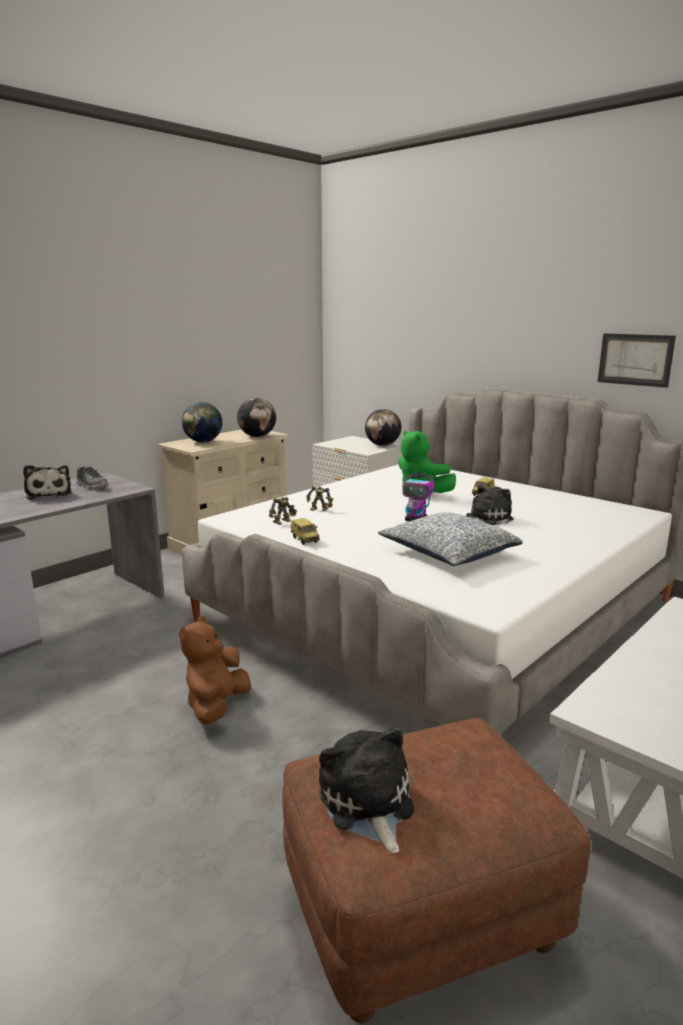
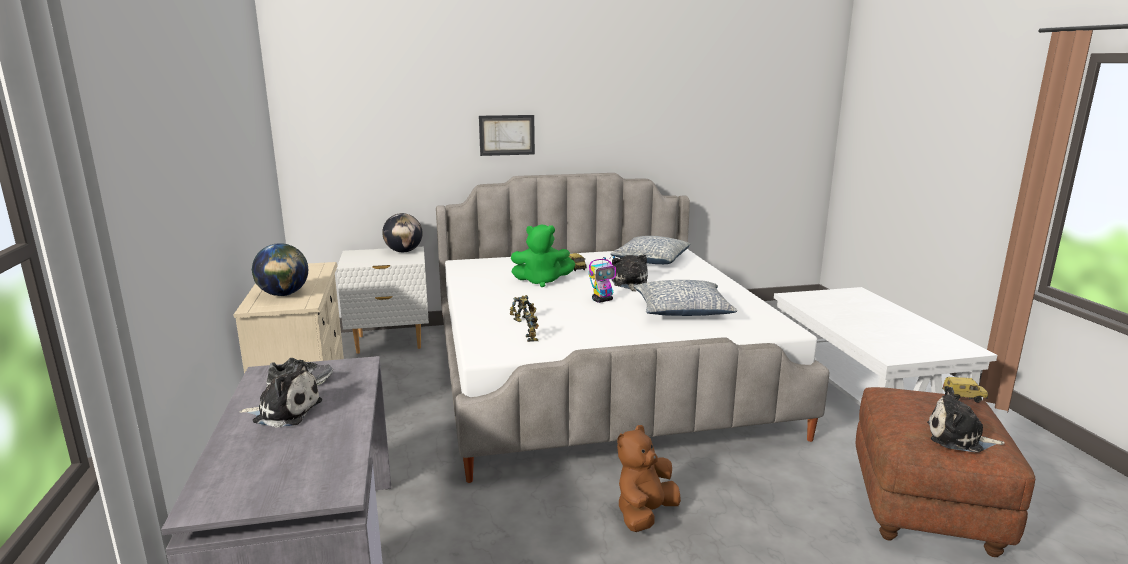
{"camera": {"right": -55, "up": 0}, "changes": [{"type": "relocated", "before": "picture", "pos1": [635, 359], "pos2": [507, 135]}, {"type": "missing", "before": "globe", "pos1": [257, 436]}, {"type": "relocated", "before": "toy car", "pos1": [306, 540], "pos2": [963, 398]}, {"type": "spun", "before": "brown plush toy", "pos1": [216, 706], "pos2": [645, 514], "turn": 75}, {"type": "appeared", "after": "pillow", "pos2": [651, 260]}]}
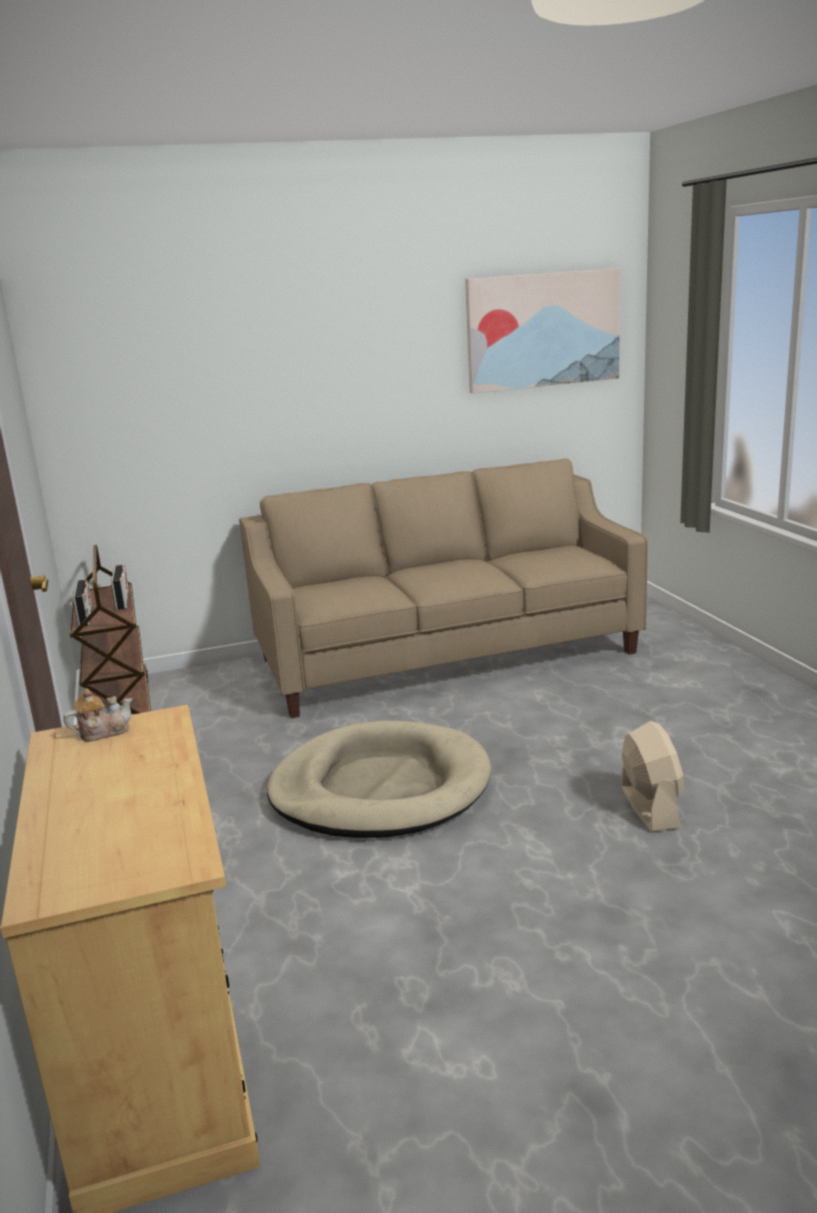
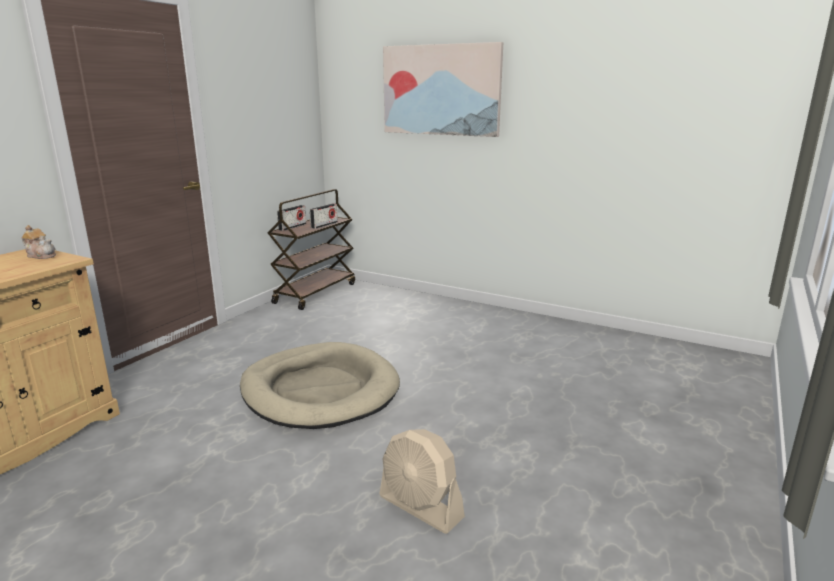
{"camera": {"right": 45, "up": 0}, "changes": [{"type": "relocated", "before": "picture", "pos1": [543, 330], "pos2": [441, 90]}, {"type": "missing", "before": "beige sofa", "pos1": [447, 656]}, {"type": "spun", "before": "beige fan", "pos1": [649, 806], "pos2": [421, 507], "turn": 90}]}
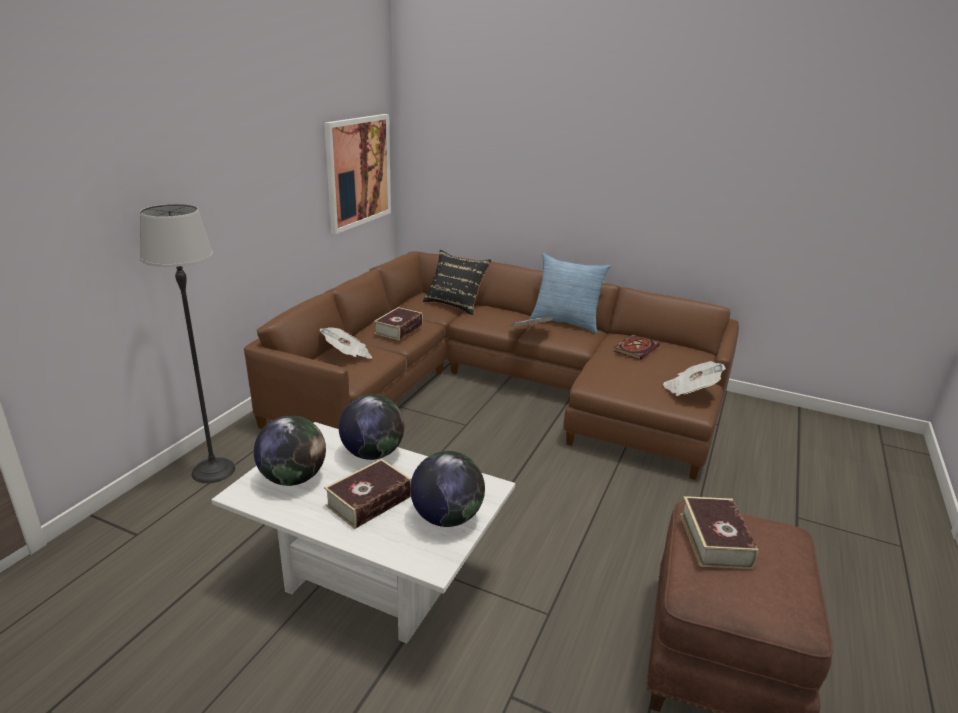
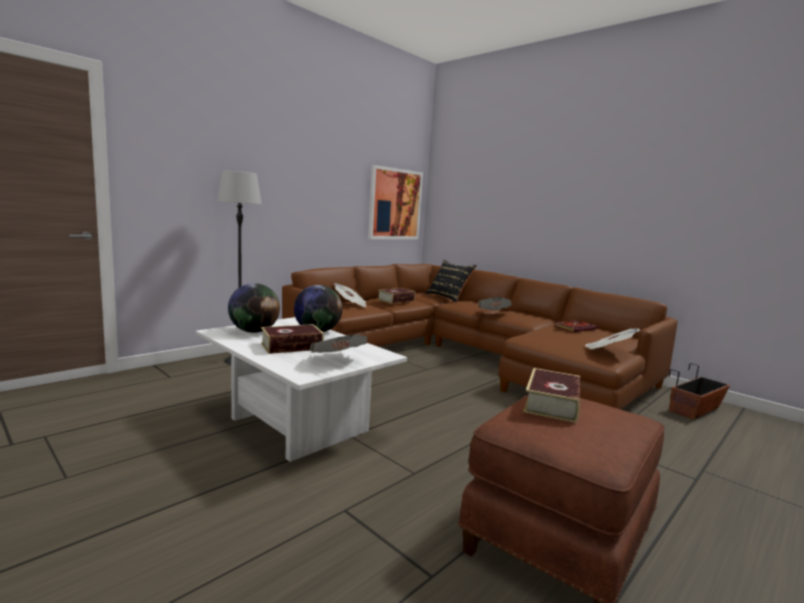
{"camera": {"right": 20, "up": -15}, "changes": [{"type": "missing", "before": "pillow", "pos1": [566, 322]}, {"type": "exchanged", "before": "globe", "after": "newspaper", "pos1": [446, 517], "pos2": [337, 360]}, {"type": "appeared", "after": "planter", "pos2": [695, 409]}]}
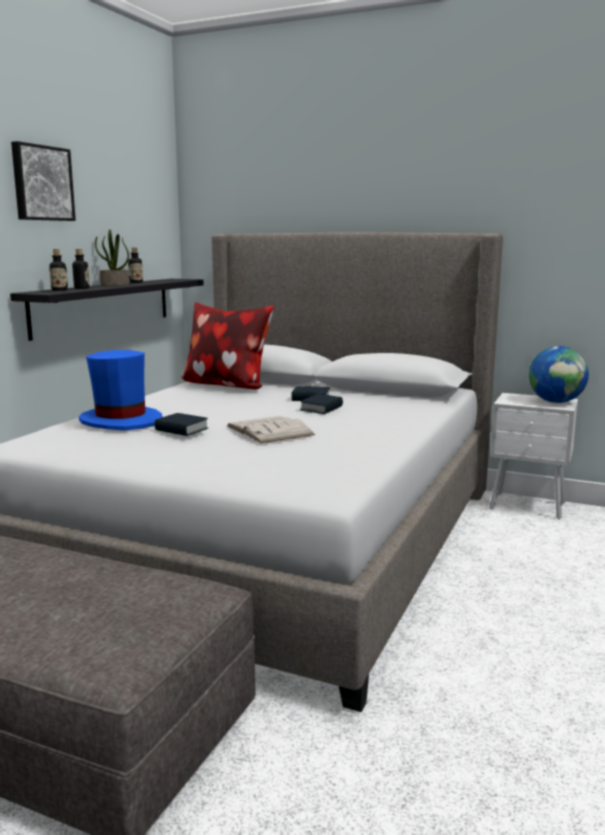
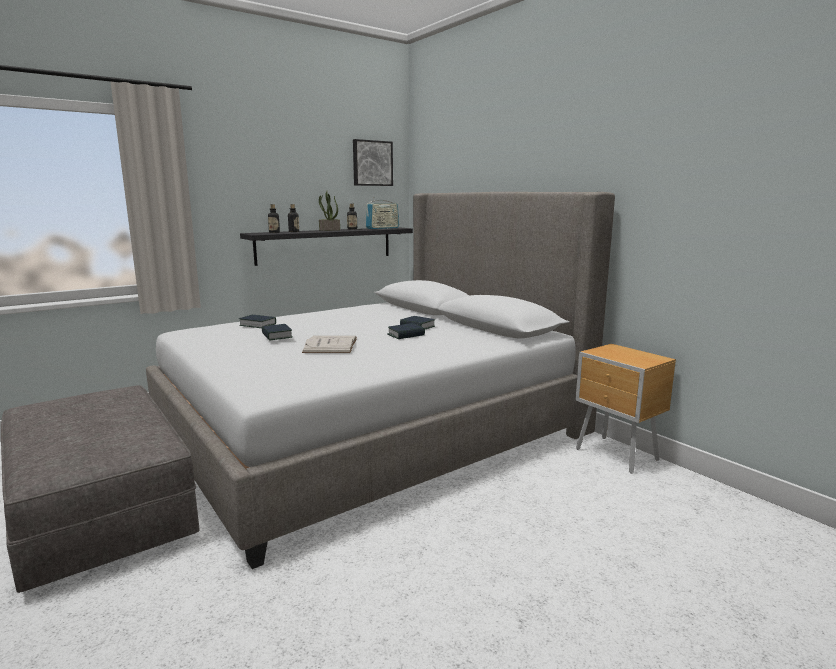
{"camera": {"right": 30, "up": 0}, "changes": [{"type": "relocated", "before": "picture", "pos1": [41, 183], "pos2": [372, 163]}, {"type": "missing", "before": "pillow", "pos1": [226, 385]}, {"type": "missing", "before": "globe", "pos1": [555, 402]}, {"type": "exchanged", "before": "blue hat", "after": "book", "pos1": [121, 421], "pos2": [257, 325]}, {"type": "colour", "before": "white nightstand", "after": "brown nightstand", "pos1": [529, 507], "pos2": [617, 456]}, {"type": "appeared", "after": "radio", "pos2": [382, 228]}]}
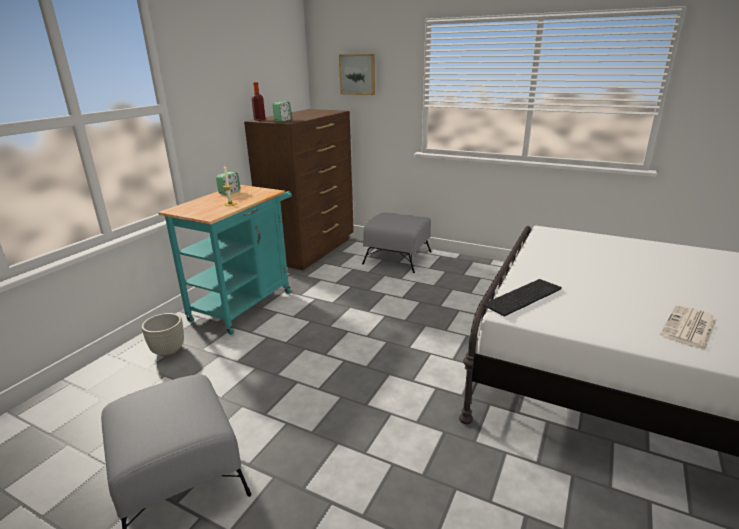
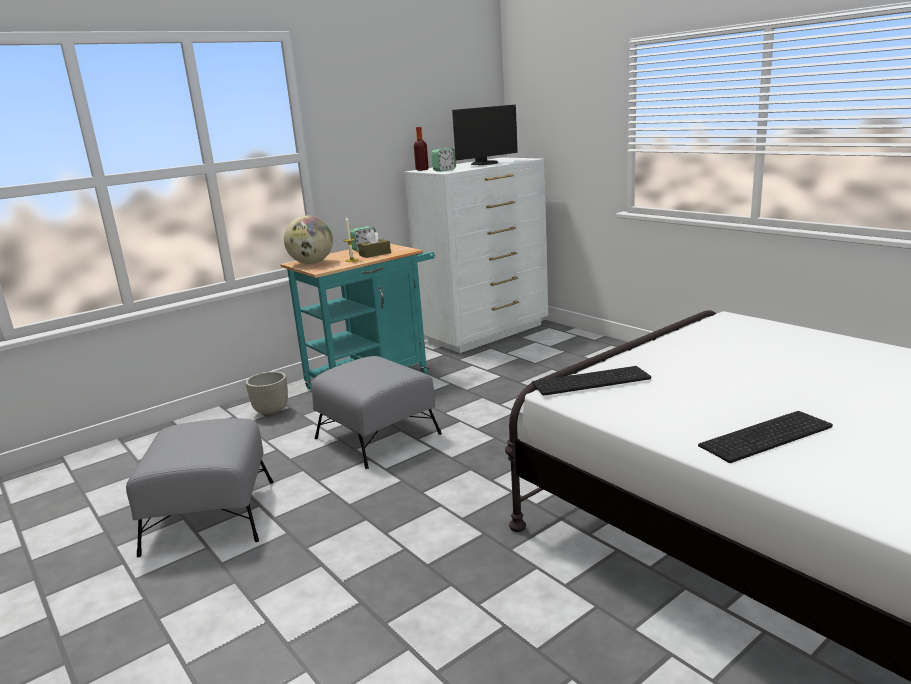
{"camera": {"right": 25, "up": -5}, "changes": [{"type": "missing", "before": "picture", "pos1": [358, 74]}, {"type": "colour", "before": "brown dresser", "after": "white dresser", "pos1": [311, 250], "pos2": [486, 333]}, {"type": "relocated", "before": "grey ottoman", "pos1": [398, 258], "pos2": [377, 436]}, {"type": "exchanged", "before": "newspaper", "after": "keyboard", "pos1": [689, 328], "pos2": [767, 437]}, {"type": "appeared", "after": "monitor", "pos2": [485, 163]}, {"type": "appeared", "after": "globe", "pos2": [311, 263]}, {"type": "appeared", "after": "brown tissue box", "pos2": [375, 254]}]}
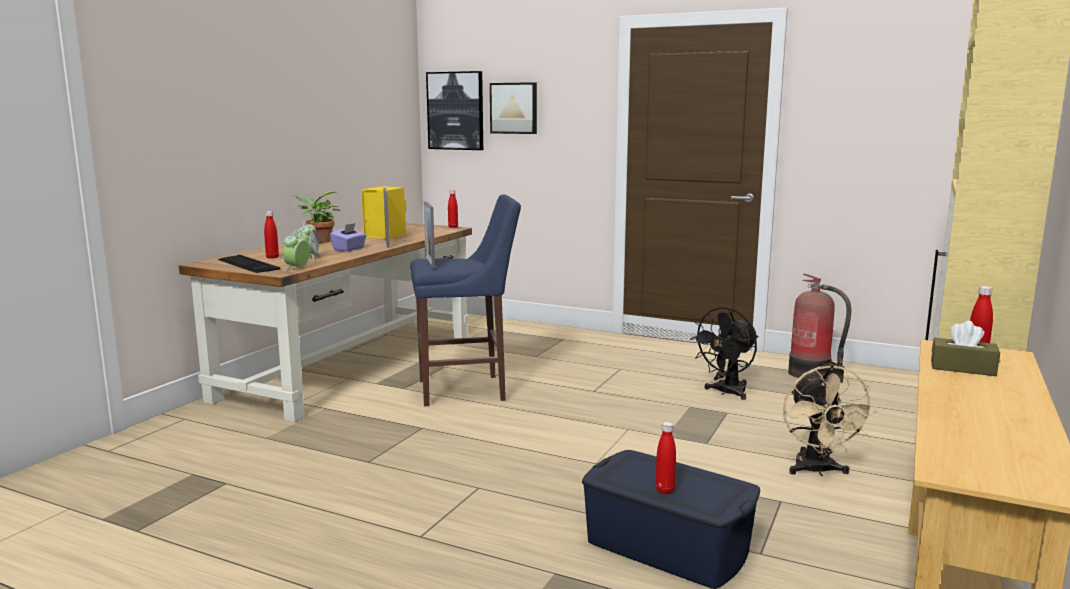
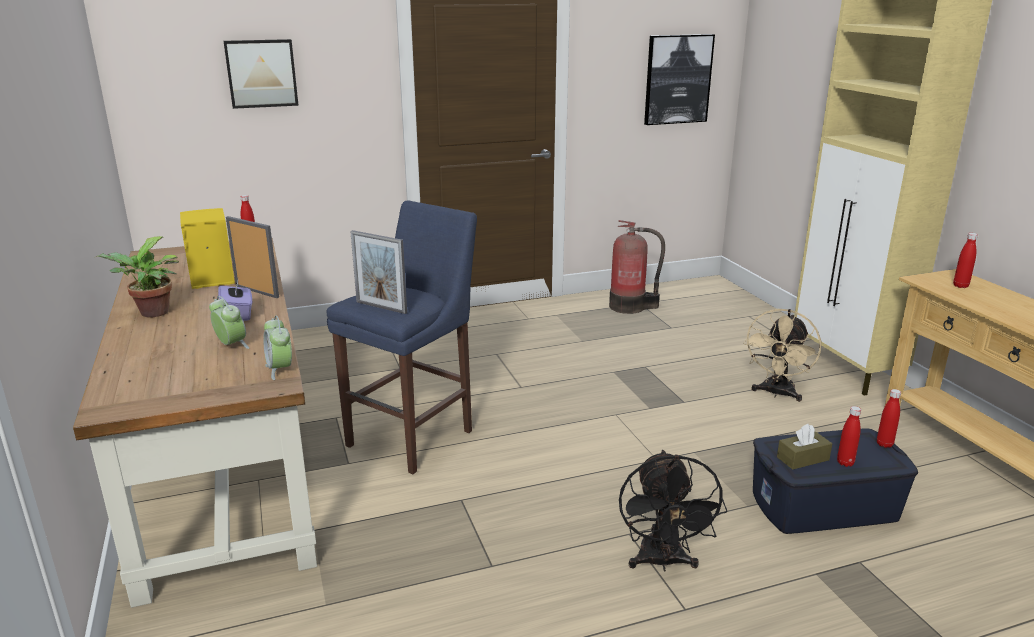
{"camera": {"right": -45, "up": 10}, "changes": [{"type": "relocated", "before": "picture", "pos1": [456, 111], "pos2": [677, 79]}, {"type": "relocated", "before": "red bottle", "pos1": [272, 257], "pos2": [884, 444]}, {"type": "missing", "before": "keyboard", "pos1": [248, 264]}, {"type": "relocated", "before": "black fan", "pos1": [726, 392], "pos2": [662, 562]}, {"type": "relocated", "before": "brown tissue box", "pos1": [962, 368], "pos2": [802, 458]}, {"type": "spun", "before": "beige fan", "pos1": [817, 471], "pos2": [776, 393], "turn": 75}]}
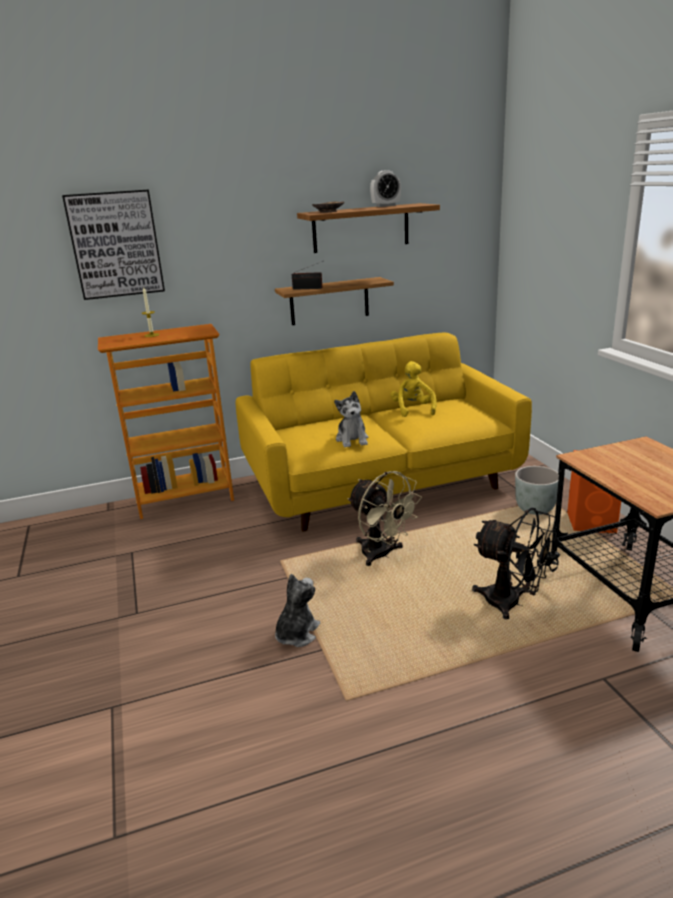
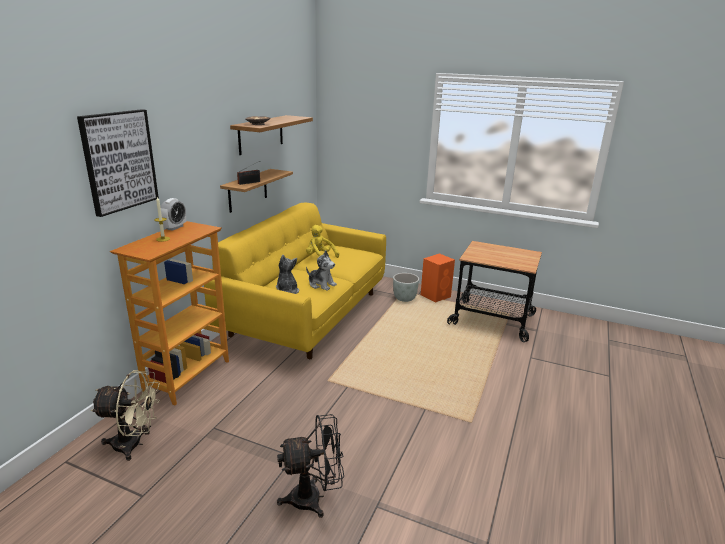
{"camera": {"right": -50, "up": 0}, "changes": [{"type": "relocated", "before": "alarm clock", "pos1": [386, 206], "pos2": [175, 227]}, {"type": "relocated", "before": "beige fan", "pos1": [382, 555], "pos2": [134, 444]}, {"type": "relocated", "before": "black fan", "pos1": [511, 603], "pos2": [314, 498]}, {"type": "relocated", "before": "plush toy", "pos1": [296, 634], "pos2": [286, 291]}]}
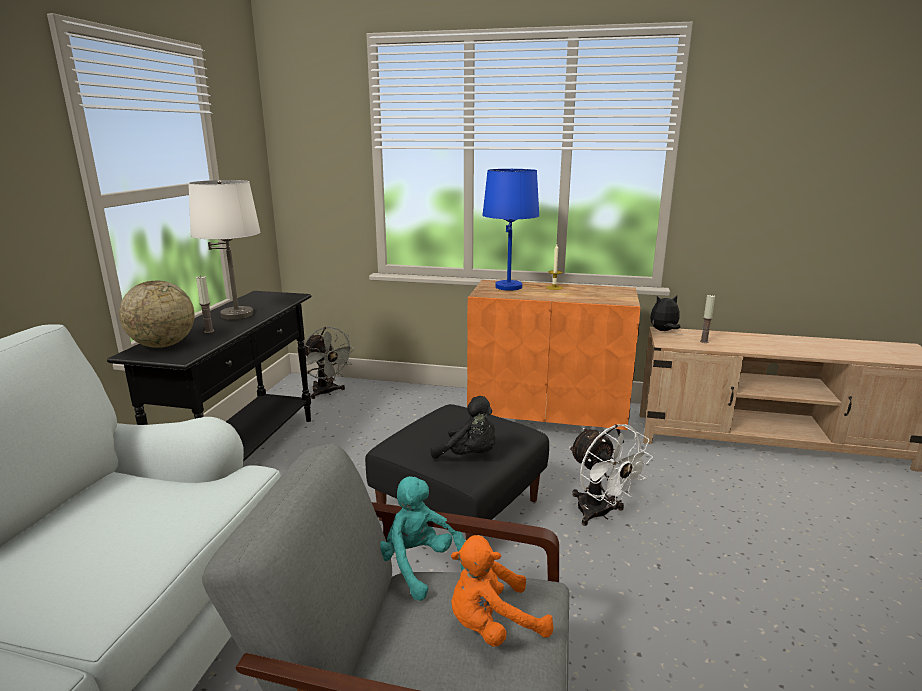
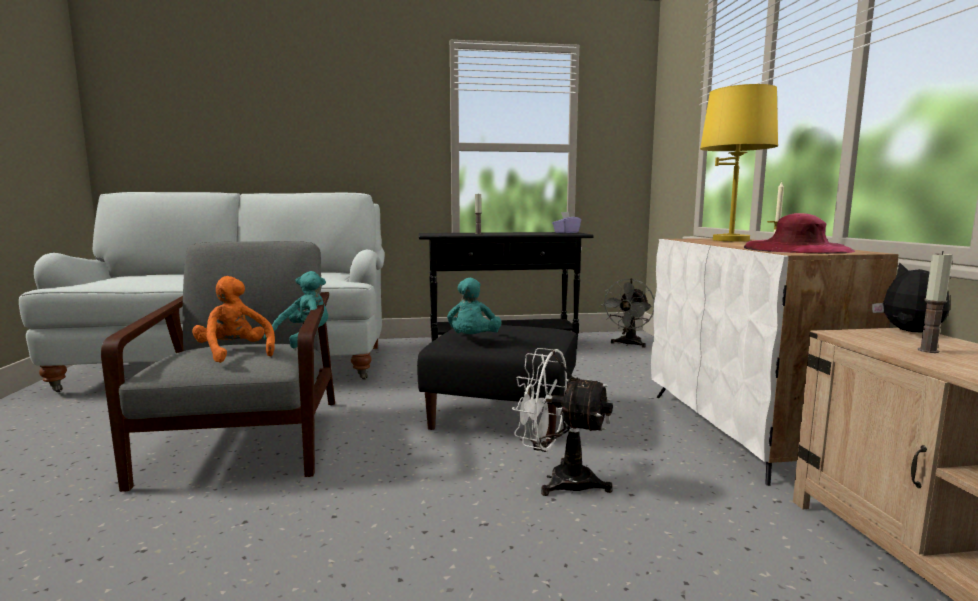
{"camera": {"right": 70, "up": -10}, "changes": [{"type": "colour", "before": "blue table lamp", "after": "yellow table lamp", "pos1": [508, 287], "pos2": [730, 240]}, {"type": "missing", "before": "white table lamp", "pos1": [237, 314]}, {"type": "colour", "before": "orange cabinet", "after": "white cabinet", "pos1": [548, 420], "pos2": [741, 431]}, {"type": "missing", "before": "globe", "pos1": [163, 345]}, {"type": "colour", "before": "black plush toy", "after": "turquoise plush toy", "pos1": [469, 455], "pos2": [473, 340]}, {"type": "spun", "before": "white fan", "pos1": [600, 514], "pos2": [559, 480], "turn": 75}, {"type": "appeared", "after": "purple tissue box", "pos2": [566, 233]}, {"type": "appeared", "after": "pink hat", "pos2": [796, 249]}]}
